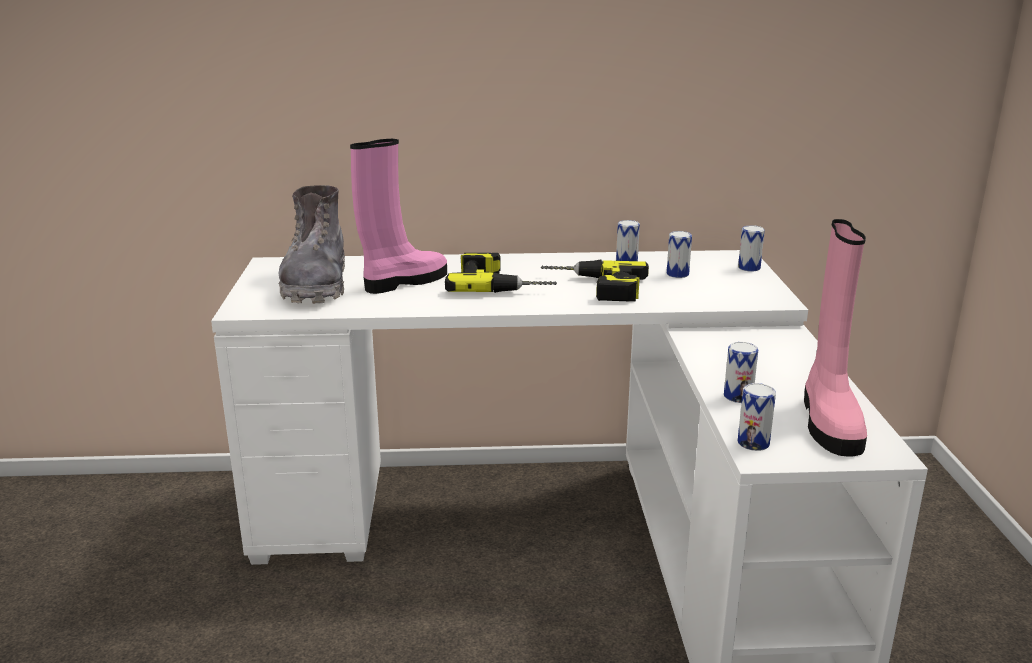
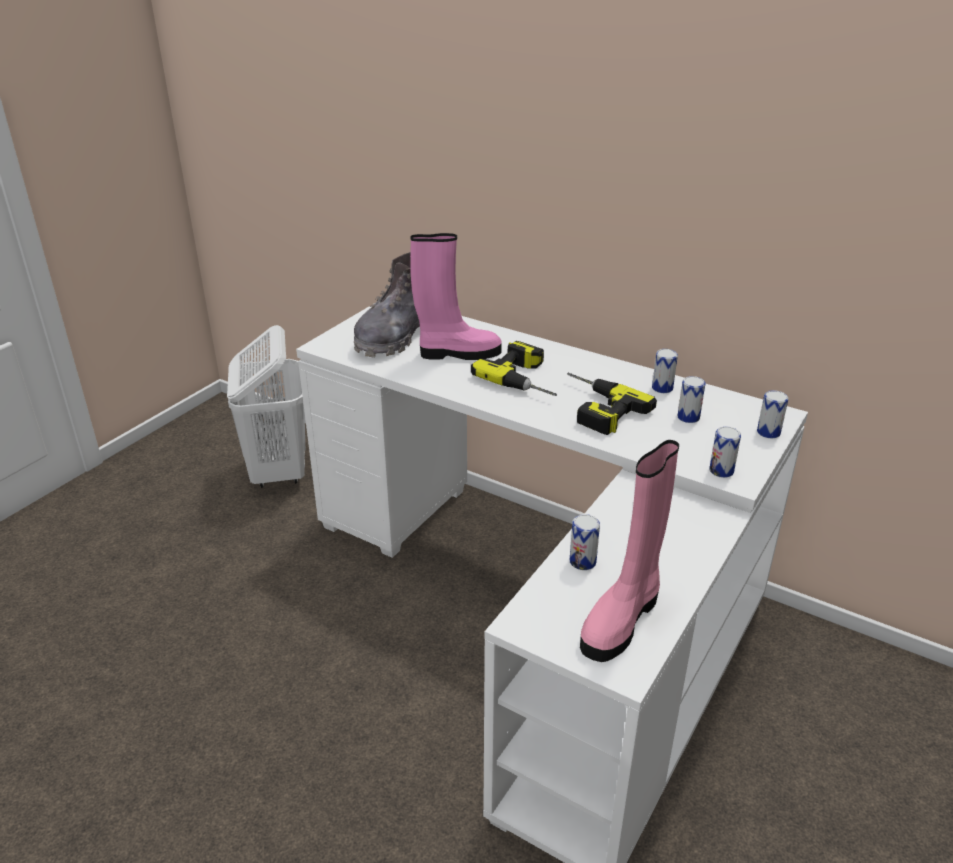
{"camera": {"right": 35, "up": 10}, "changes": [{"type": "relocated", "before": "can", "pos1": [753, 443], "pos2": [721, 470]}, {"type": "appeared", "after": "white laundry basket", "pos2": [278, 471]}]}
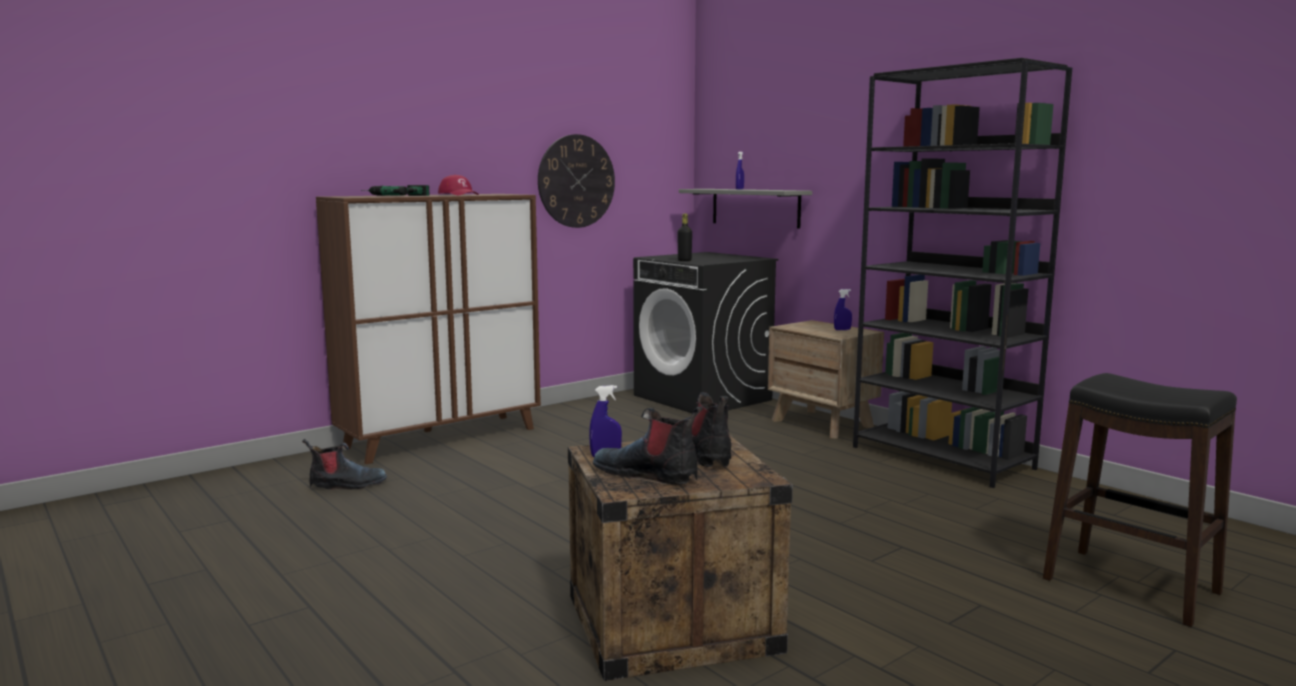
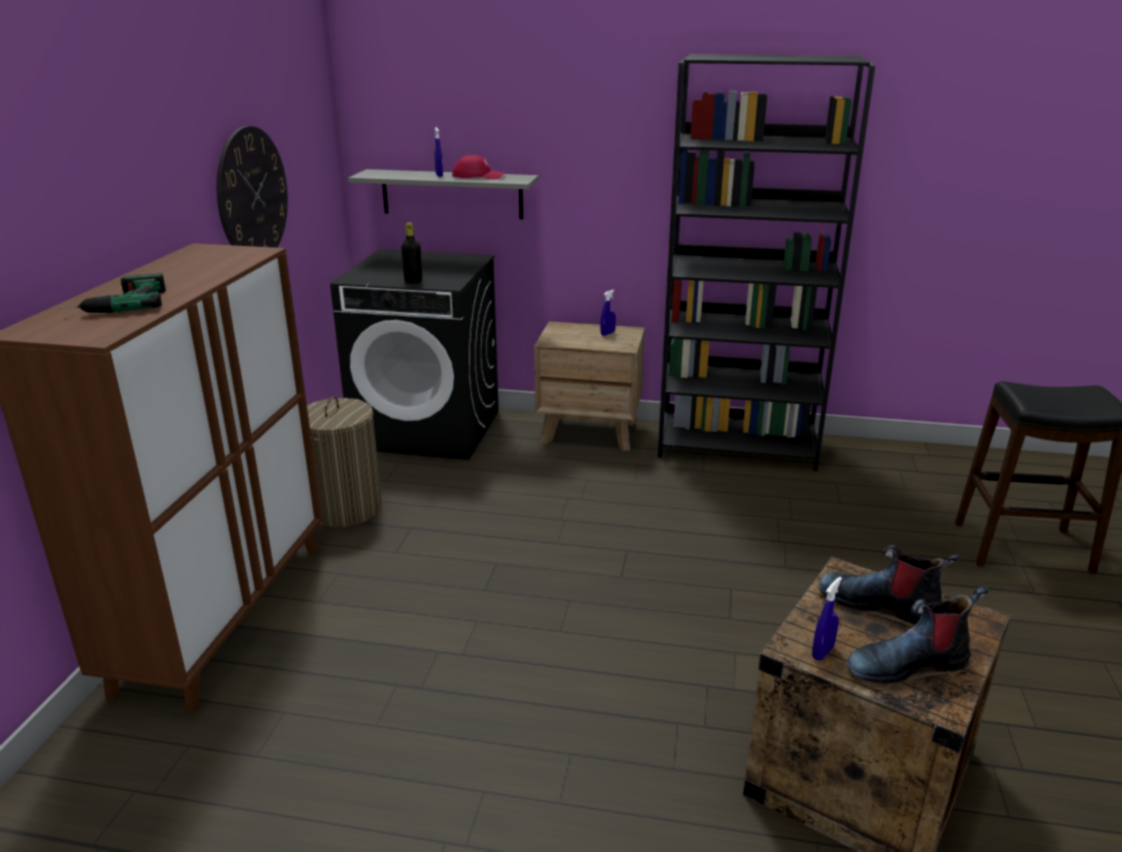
{"camera": {"right": -40, "up": 15}, "changes": [{"type": "relocated", "before": "red cap", "pos1": [458, 194], "pos2": [478, 176]}, {"type": "missing", "before": "boot", "pos1": [347, 485]}, {"type": "appeared", "after": "laundry basket", "pos2": [345, 508]}]}
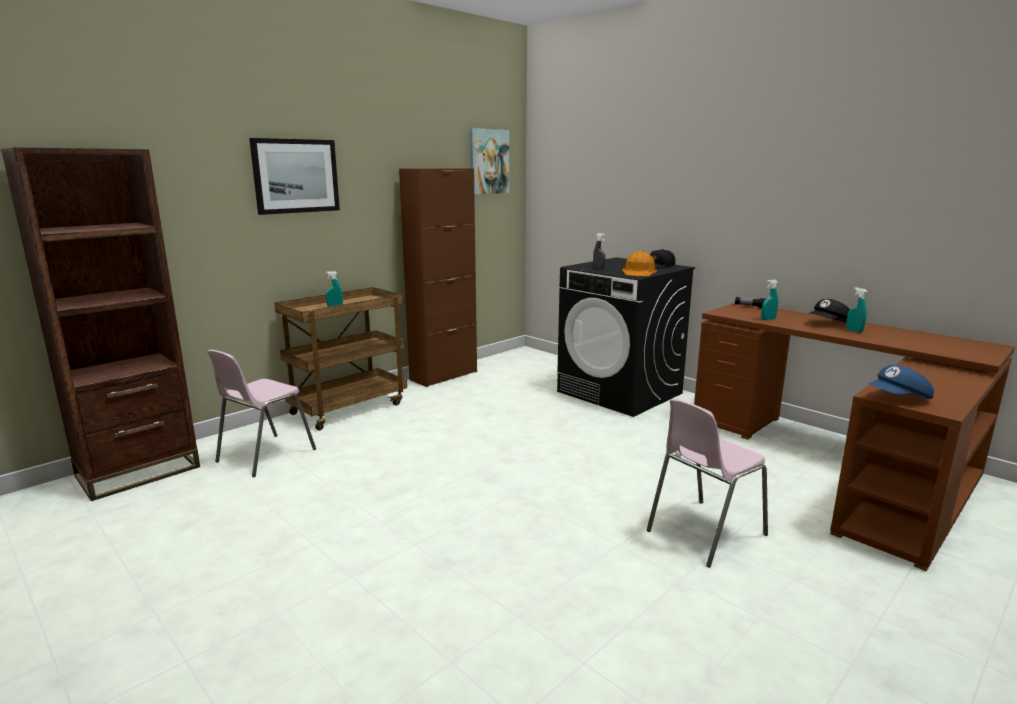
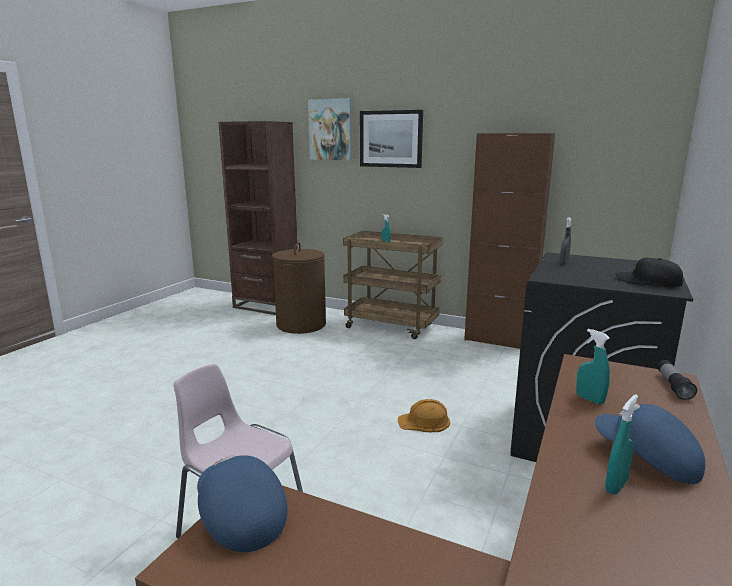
{"camera": {"right": 70, "up": 0}, "changes": [{"type": "relocated", "before": "picture", "pos1": [488, 162], "pos2": [330, 130]}, {"type": "relocated", "before": "orange hard hat", "pos1": [639, 272], "pos2": [424, 421]}, {"type": "colour", "before": "black cap", "after": "blue cap", "pos1": [829, 323], "pos2": [647, 459]}, {"type": "exchanged", "before": "pink chair", "after": "brown laundry basket", "pos1": [264, 455], "pos2": [301, 324]}]}
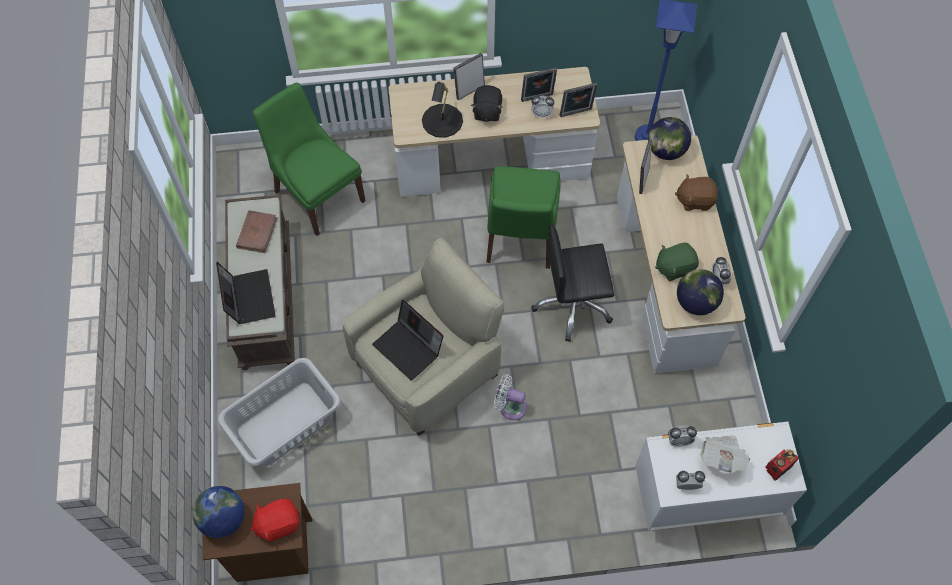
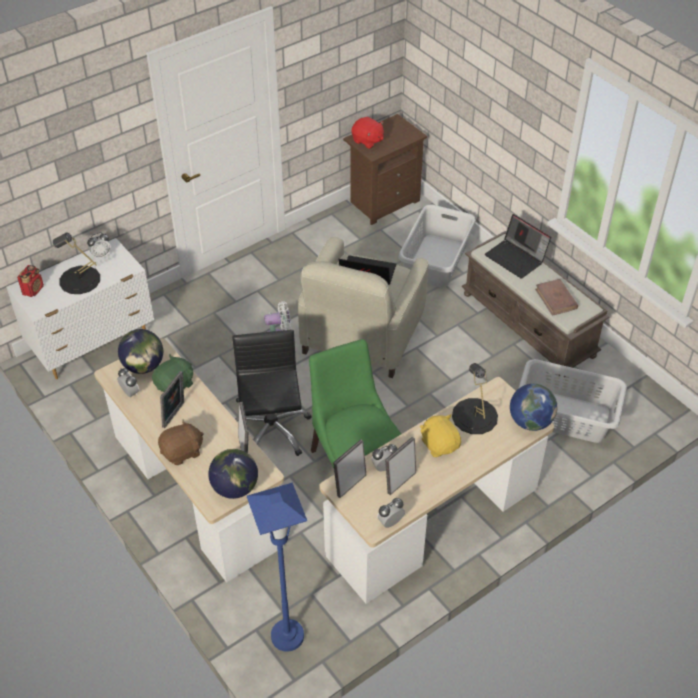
{"camera": {"right": 150, "up": -15}, "changes": [{"type": "relocated", "before": "picture frame", "pos1": [469, 90], "pos2": [175, 415]}, {"type": "exchanged", "before": "green chair", "after": "grey laundry basket", "pos1": [317, 194], "pos2": [566, 416]}, {"type": "colour", "before": "black plush toy", "after": "yellow plush toy", "pos1": [487, 111], "pos2": [440, 444]}, {"type": "spun", "before": "black office chair", "pos1": [572, 305], "pos2": [271, 431], "turn": -60}, {"type": "relocated", "before": "alarm clock", "pos1": [679, 441], "pos2": [390, 522]}, {"type": "exchanged", "before": "newspaper", "after": "black table lamp", "pos1": [722, 457], "pos2": [79, 280]}, {"type": "relocated", "before": "globe", "pos1": [223, 519], "pos2": [530, 421]}, {"type": "spun", "before": "red plush toy", "pos1": [278, 523], "pos2": [367, 141], "turn": 90}]}
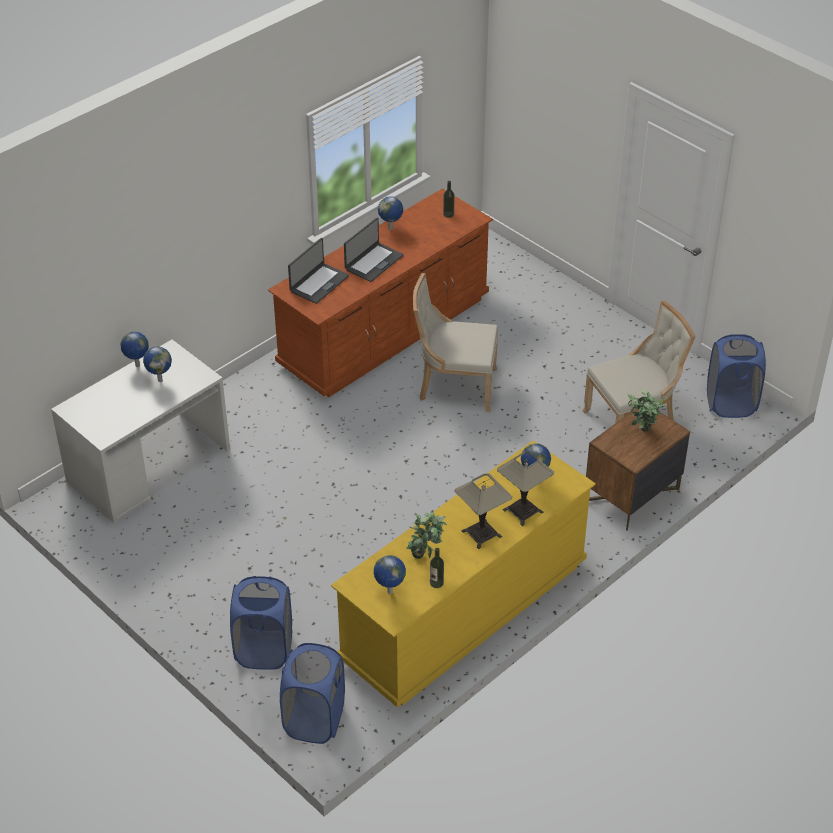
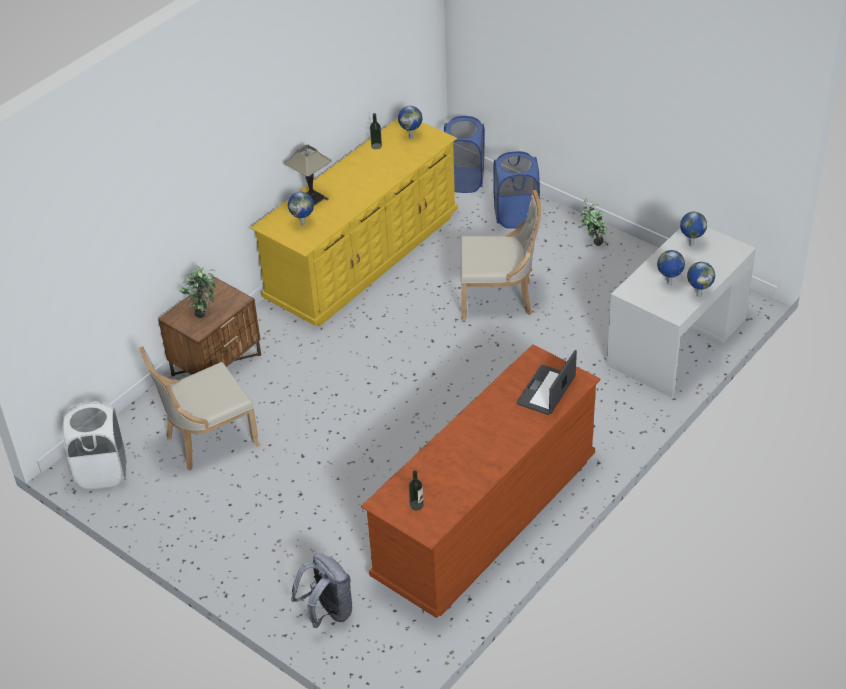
{"camera": {"right": 175, "up": 0}, "changes": [{"type": "relocated", "before": "globe", "pos1": [391, 229], "pos2": [690, 244]}, {"type": "missing", "before": "laptop", "pos1": [373, 262]}, {"type": "relocated", "before": "beige chair", "pos1": [454, 386], "pos2": [499, 299]}, {"type": "colour", "before": "blue laundry basket", "after": "white laundry basket", "pos1": [730, 403], "pos2": [102, 472]}, {"type": "missing", "before": "table lamp", "pos1": [481, 534]}, {"type": "relocated", "before": "potted plant", "pos1": [426, 557], "pos2": [592, 243]}, {"type": "appeared", "after": "grey backpack", "pos2": [327, 612]}]}
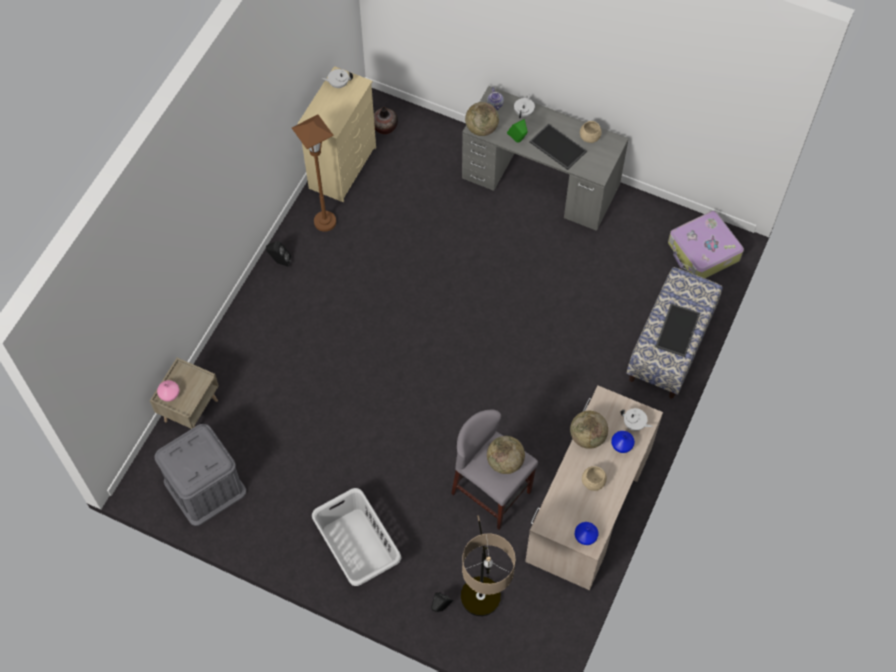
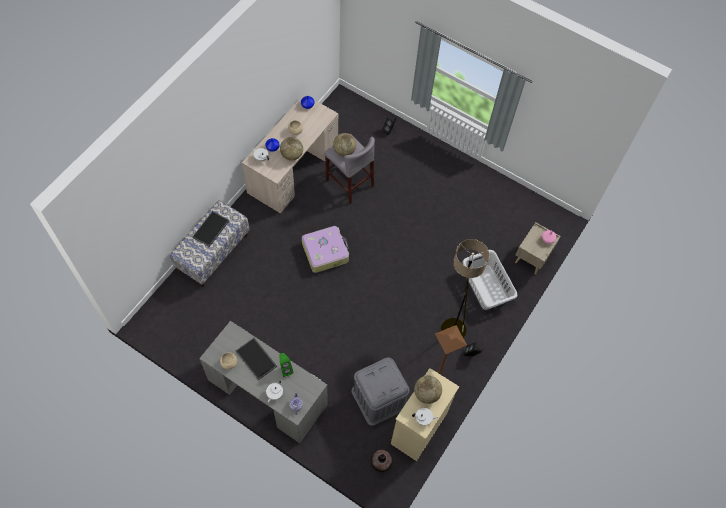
{"camera": {"right": -175, "up": 0}, "changes": [{"type": "relocated", "before": "globe", "pos1": [481, 129], "pos2": [426, 394]}, {"type": "relocated", "before": "suitcase", "pos1": [703, 252], "pos2": [325, 252]}, {"type": "relocated", "before": "grey storage box", "pos1": [205, 486], "pos2": [379, 398]}, {"type": "relocated", "before": "grey laundry basket", "pos1": [357, 547], "pos2": [486, 286]}, {"type": "relocated", "before": "floor lamp", "pos1": [482, 613], "pos2": [453, 321]}]}
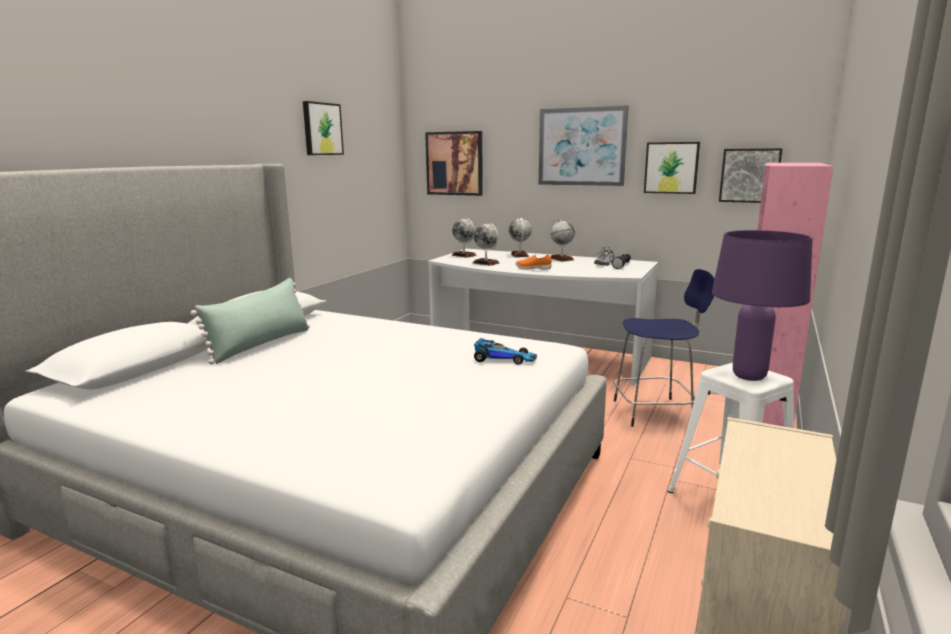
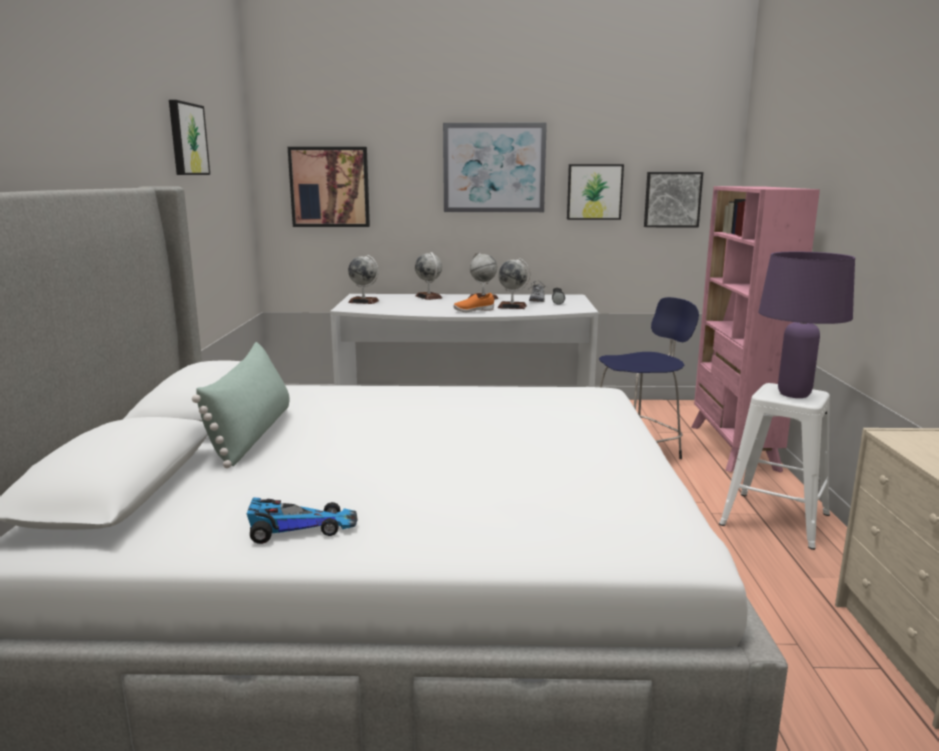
{"camera": {"right": -25, "up": 0}, "changes": [{"type": "relocated", "before": "globe", "pos1": [486, 263], "pos2": [512, 307]}, {"type": "relocated", "before": "toy car", "pos1": [503, 358], "pos2": [300, 527]}]}
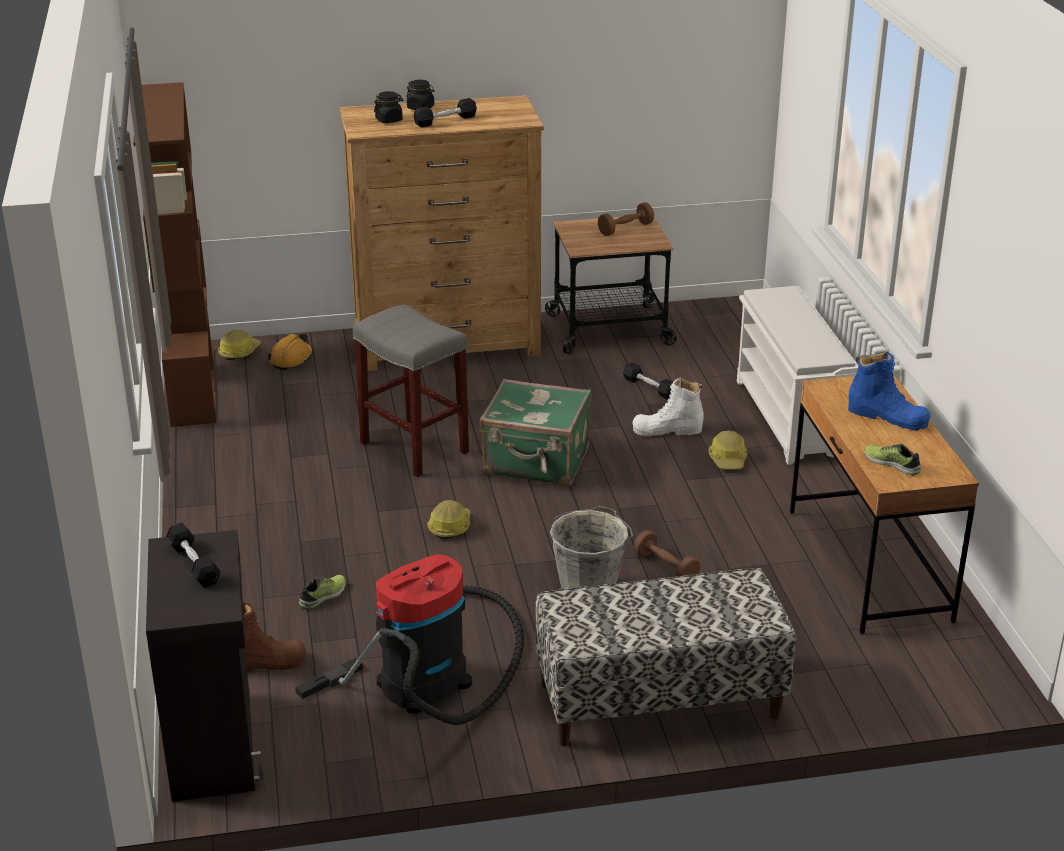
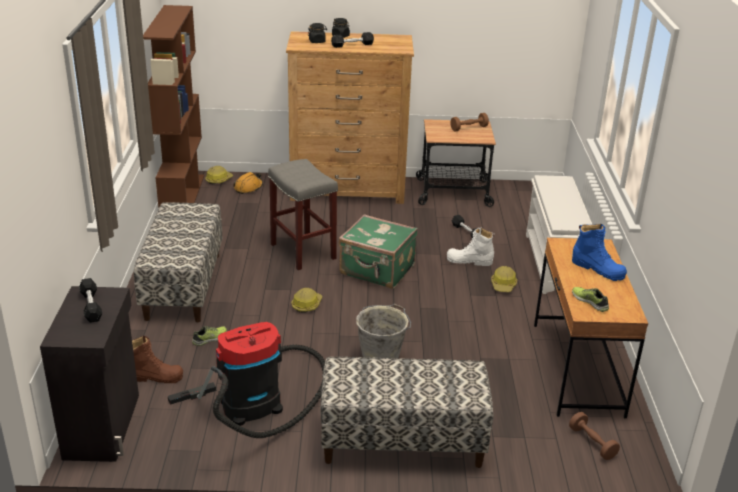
{"camera": {"right": 10, "up": 0}, "changes": [{"type": "relocated", "before": "brown dumbbell", "pos1": [666, 567], "pos2": [592, 443]}, {"type": "appeared", "after": "bench", "pos2": [183, 286]}]}
